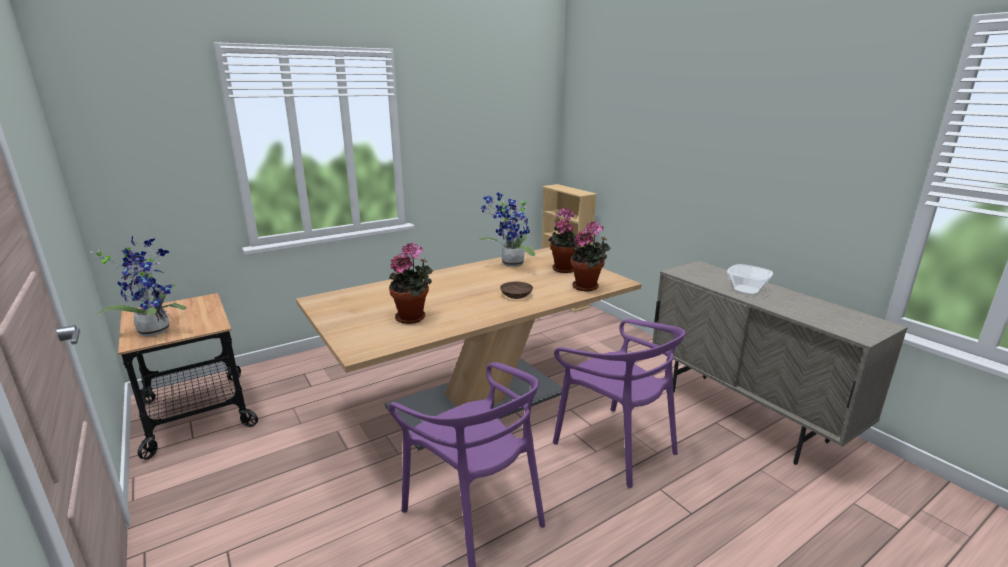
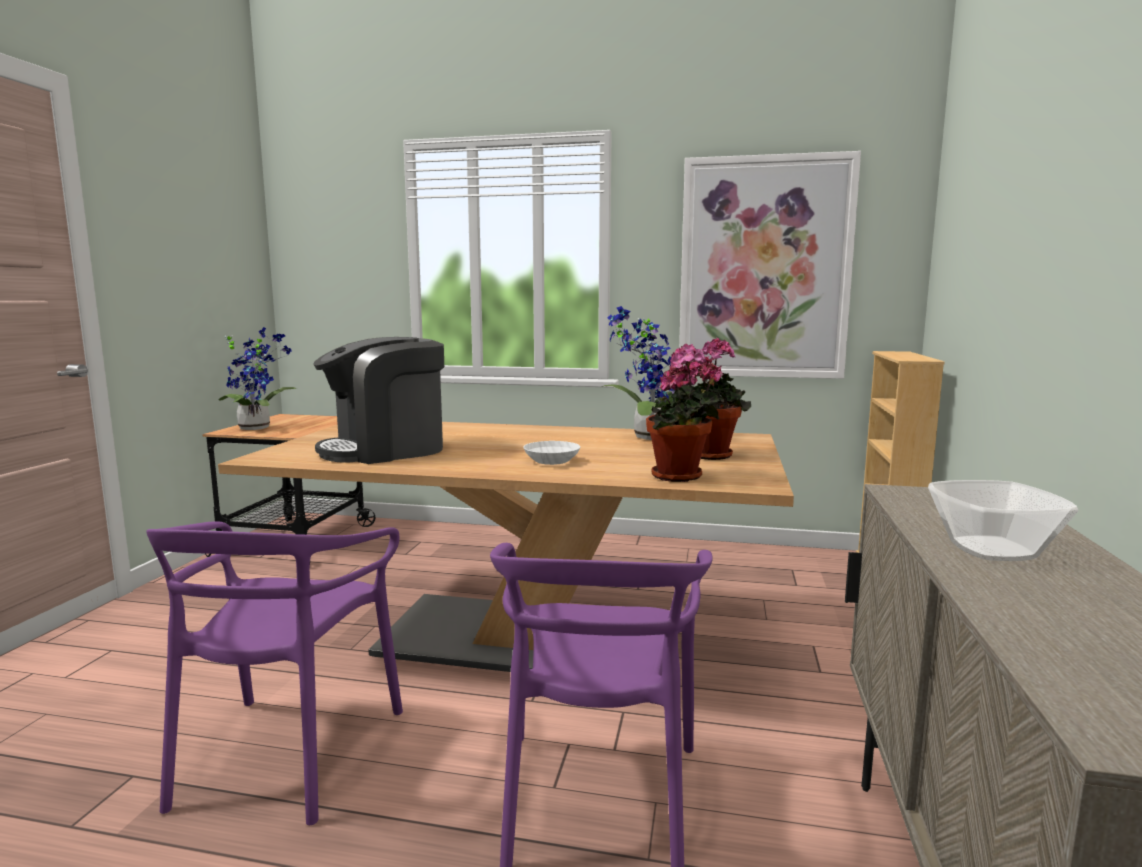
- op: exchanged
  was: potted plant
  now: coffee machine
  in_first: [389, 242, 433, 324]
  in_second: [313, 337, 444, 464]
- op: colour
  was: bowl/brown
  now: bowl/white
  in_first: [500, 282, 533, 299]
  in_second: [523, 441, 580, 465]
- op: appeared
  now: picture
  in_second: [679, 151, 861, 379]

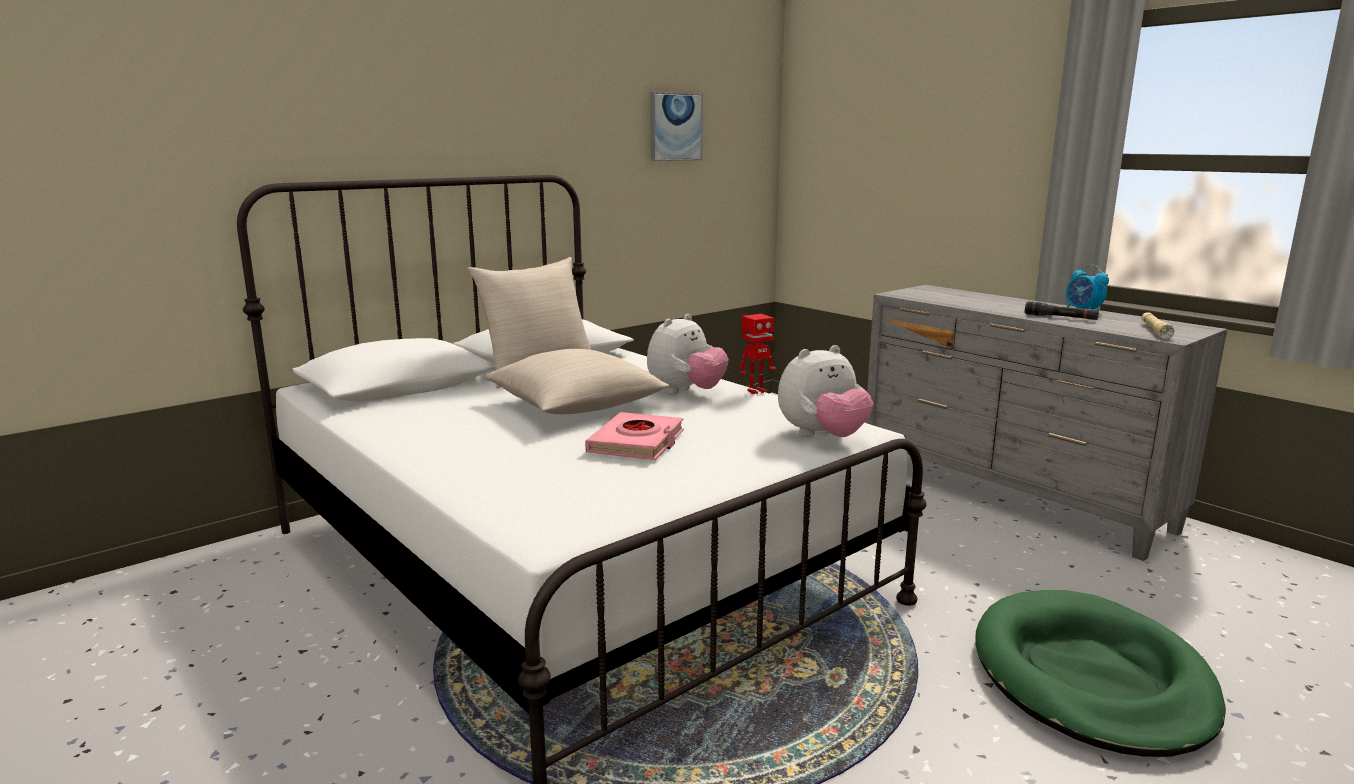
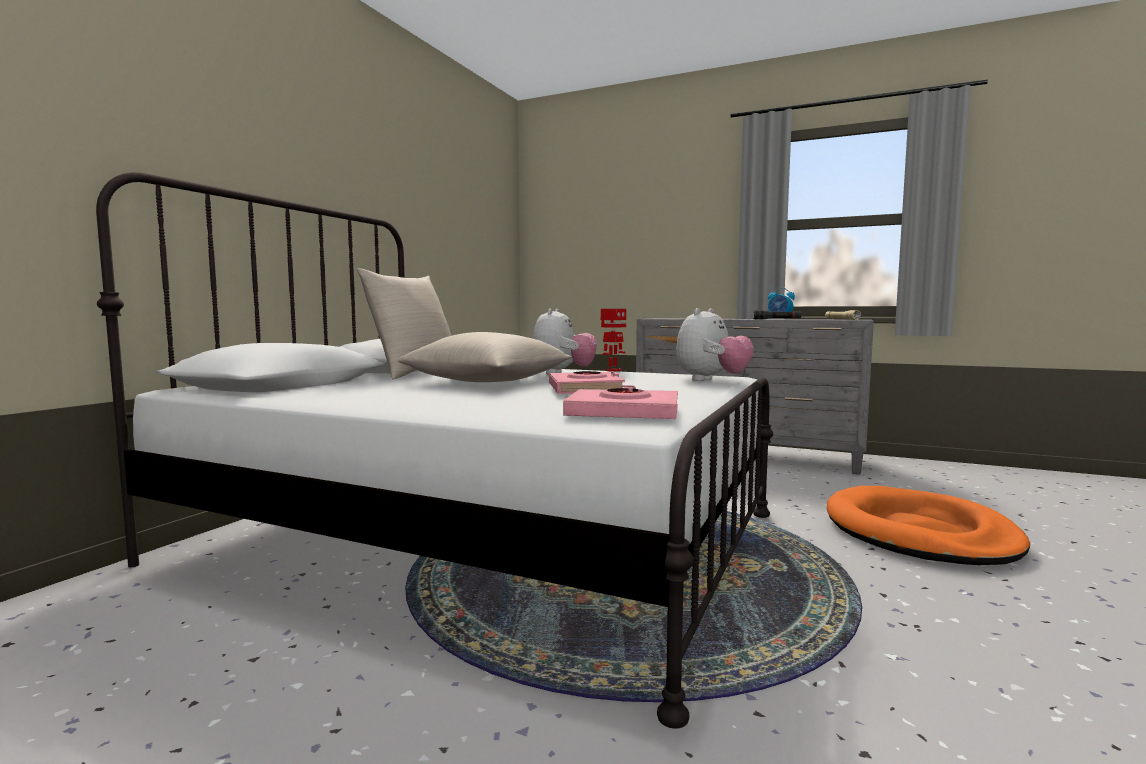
- op: missing
  was: picture
  in_first: [650, 92, 703, 161]
- op: colour
  was: dog bed/green
  now: dog bed/orange
  in_first: [975, 590, 1226, 757]
  in_second: [827, 486, 1030, 565]
- op: appeared
  now: book/pink
  in_second: [563, 385, 678, 419]

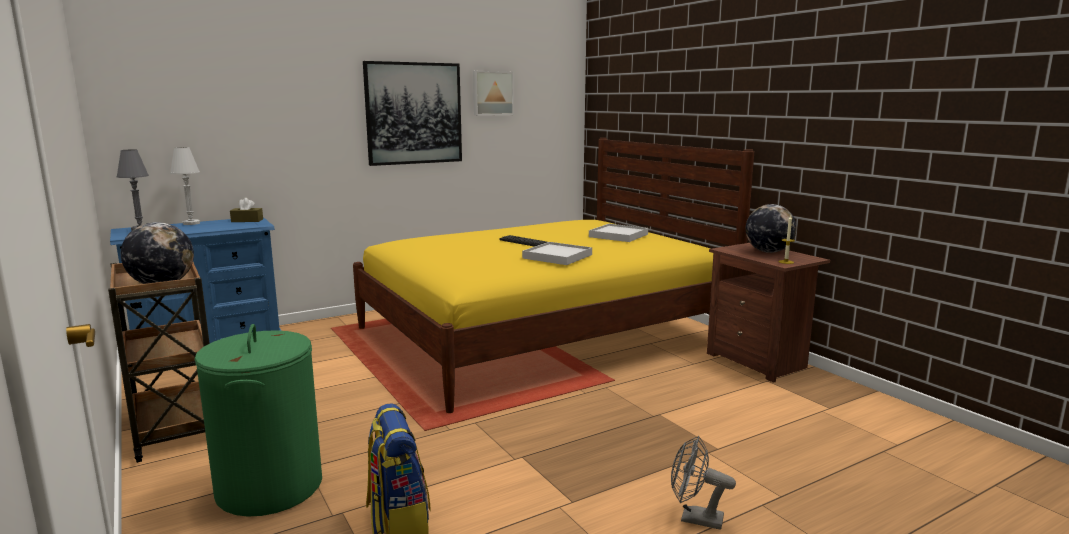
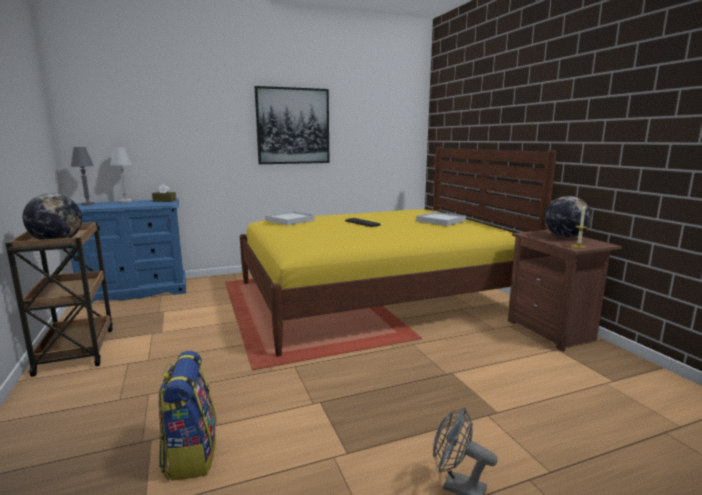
- op: missing
  was: picture
  in_first: [473, 71, 514, 116]
- op: relocated
  was: tray/white
  in_first: [522, 242, 592, 265]
  in_second: [265, 211, 315, 225]
- op: missing
  was: laundry basket/green
  in_first: [194, 324, 322, 517]

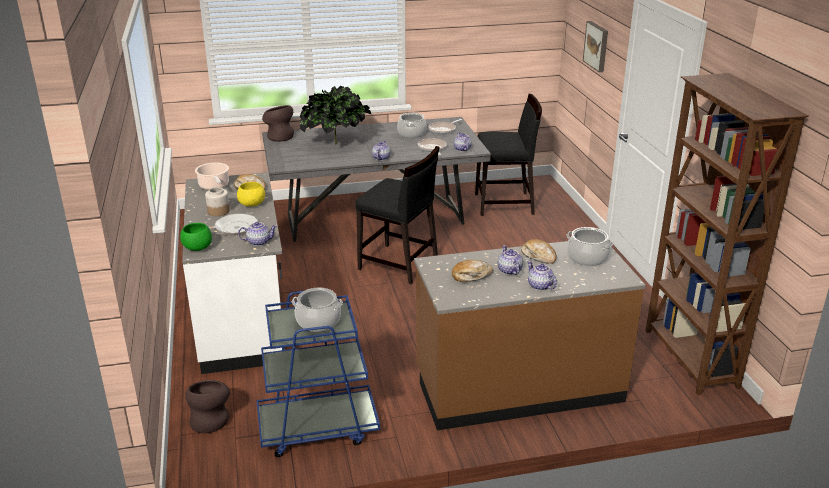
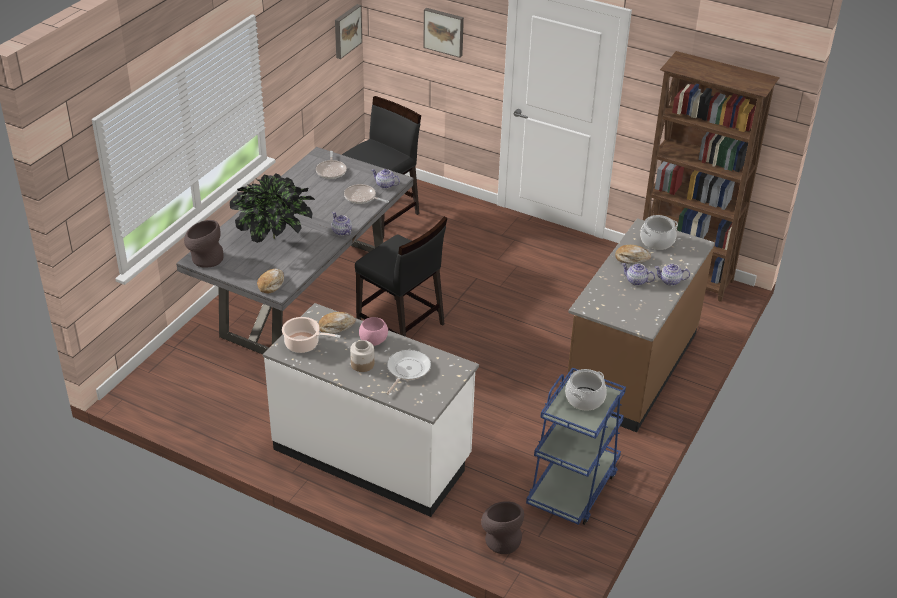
- op: missing
  was: cooking pot
  in_first: [397, 113, 427, 138]
- op: spun
  was: chair/black
  in_first: [355, 146, 440, 284]
  in_second: [355, 216, 448, 337]
  clockwise: 60
- op: colour
  was: bowl/yellow
  now: bowl/pink
  in_first: [237, 182, 265, 207]
  in_second: [359, 317, 388, 346]
- op: missing
  was: teapot
  in_first: [238, 222, 277, 246]
- op: missing
  was: bowl/green
  in_first: [180, 223, 212, 251]
- op: relocated
  was: bread
  in_first: [452, 260, 493, 282]
  in_second: [257, 269, 284, 294]
- op: appeared
  now: picture
  in_second: [335, 4, 362, 59]

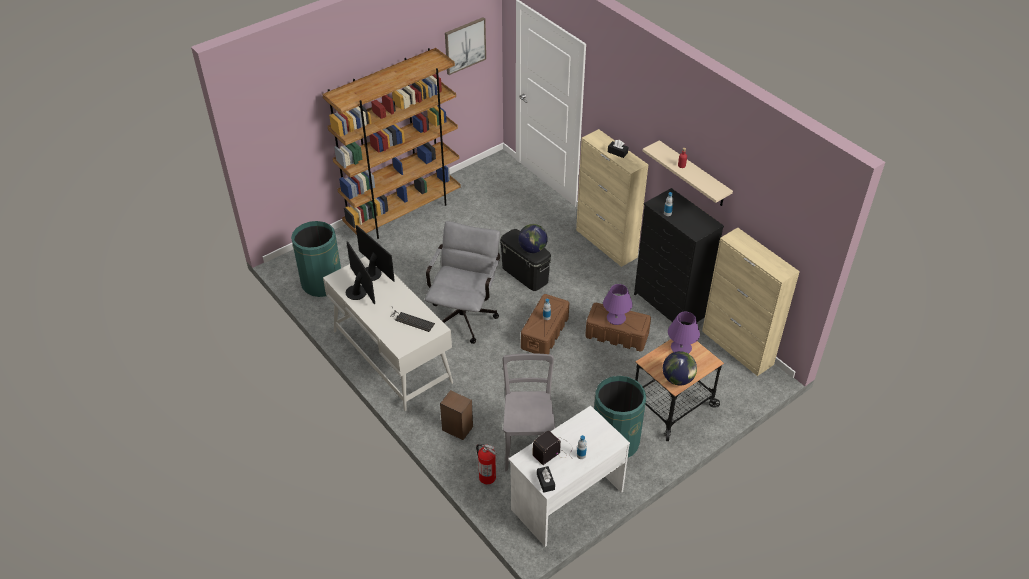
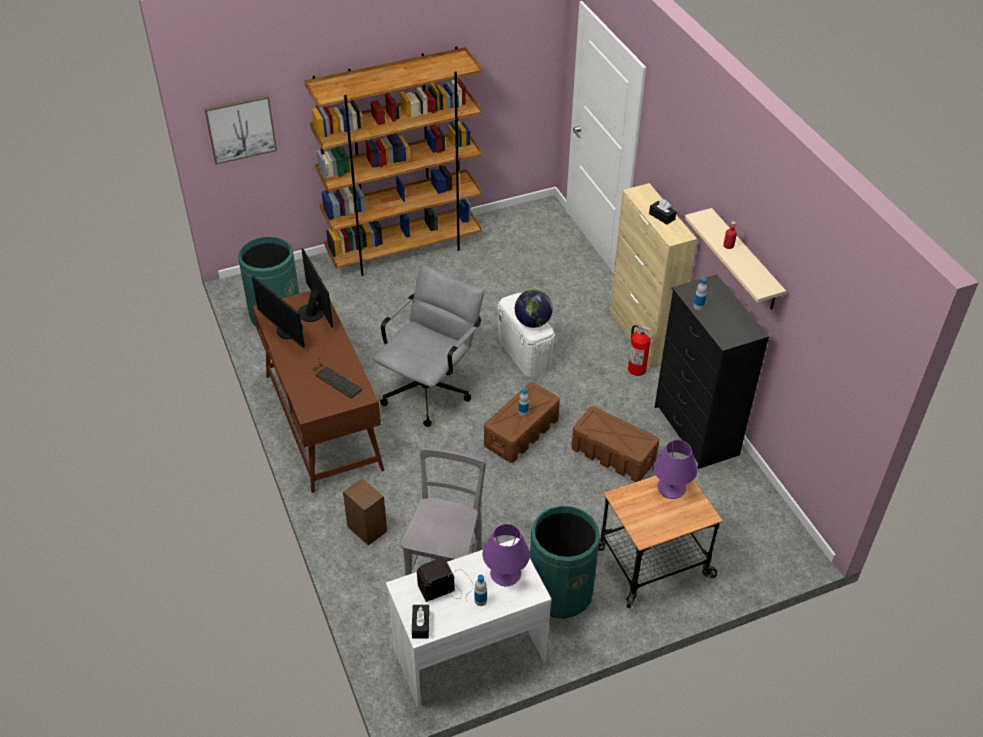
- op: relocated
  was: picture
  in_first: [445, 17, 486, 75]
  in_second: [204, 95, 277, 165]
- op: missing
  was: cabinet/beige
  in_first: [702, 228, 800, 376]
- op: colour
  was: storage box/black
  now: storage box/white
  in_first: [500, 229, 551, 291]
  in_second: [497, 293, 555, 377]
- op: spun
  was: monitor
  in_first: [346, 241, 375, 305]
  in_second: [252, 275, 305, 348]
  clockwise: 150
- op: colour
  was: desk/white
  now: desk/brown
  in_first: [323, 257, 453, 411]
  in_second: [252, 291, 384, 493]
- op: relocated
  was: table lamp/purple
  in_first: [603, 284, 633, 325]
  in_second: [483, 524, 530, 586]
- op: missing
  was: globe
  in_first: [663, 351, 697, 385]
- op: relocated
  was: fire extinguisher
  in_first: [476, 444, 496, 484]
  in_second: [628, 325, 652, 376]

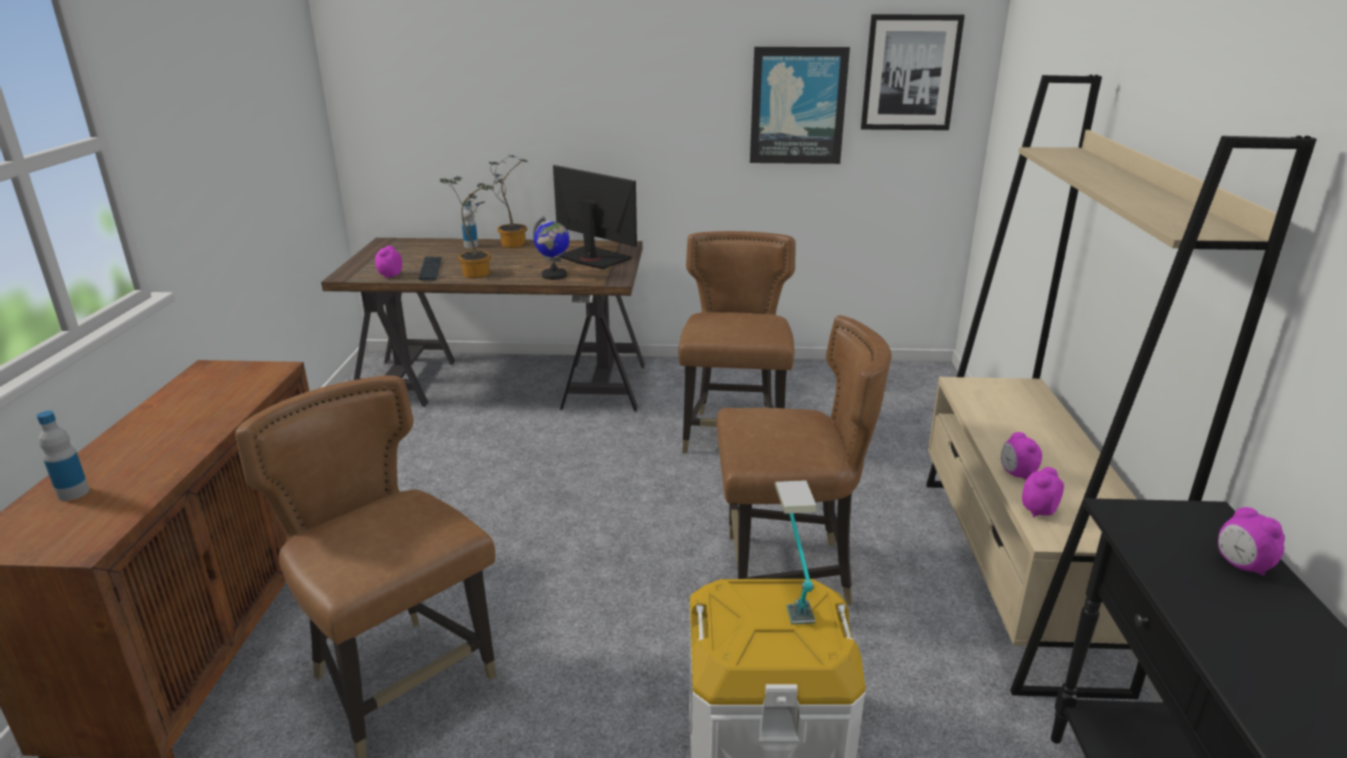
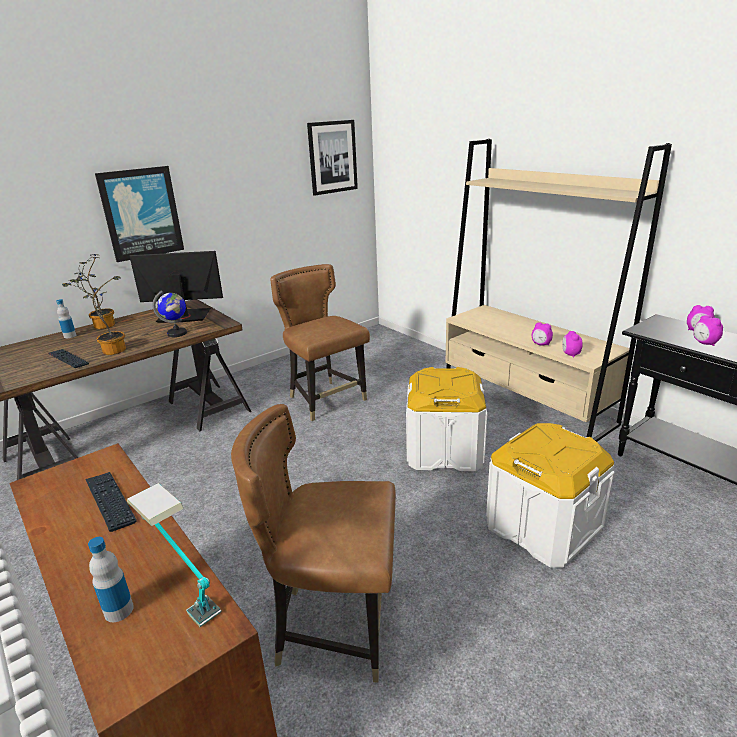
- op: relocated
  was: picture
  in_first: [750, 47, 850, 164]
  in_second: [95, 166, 184, 262]
- op: relocated
  was: alarm clock
  in_first: [375, 246, 402, 279]
  in_second: [693, 315, 723, 346]
- op: exchanged
  was: chair/brown
  now: storage box/white
  in_first: [717, 315, 892, 606]
  in_second: [406, 367, 487, 471]
- op: relocated
  was: table lamp
  in_first: [774, 480, 817, 624]
  in_second: [127, 483, 222, 627]
- op: appeared
  now: keyboard
  in_second: [85, 472, 137, 532]

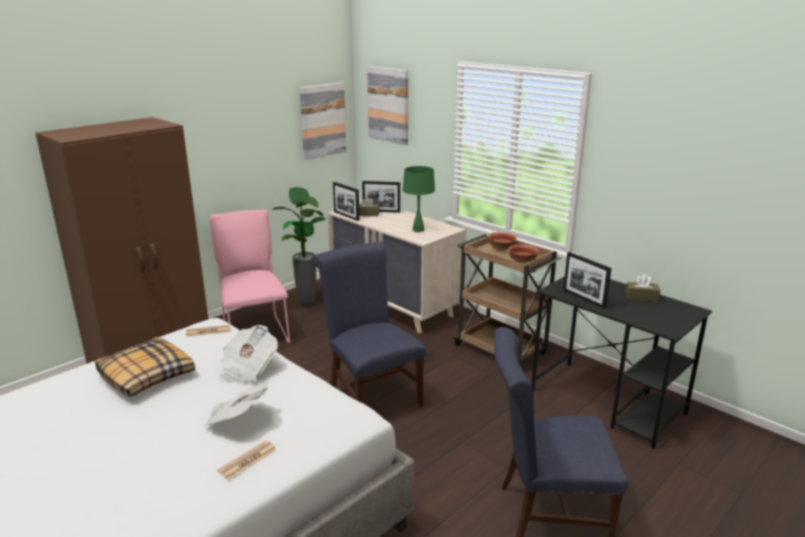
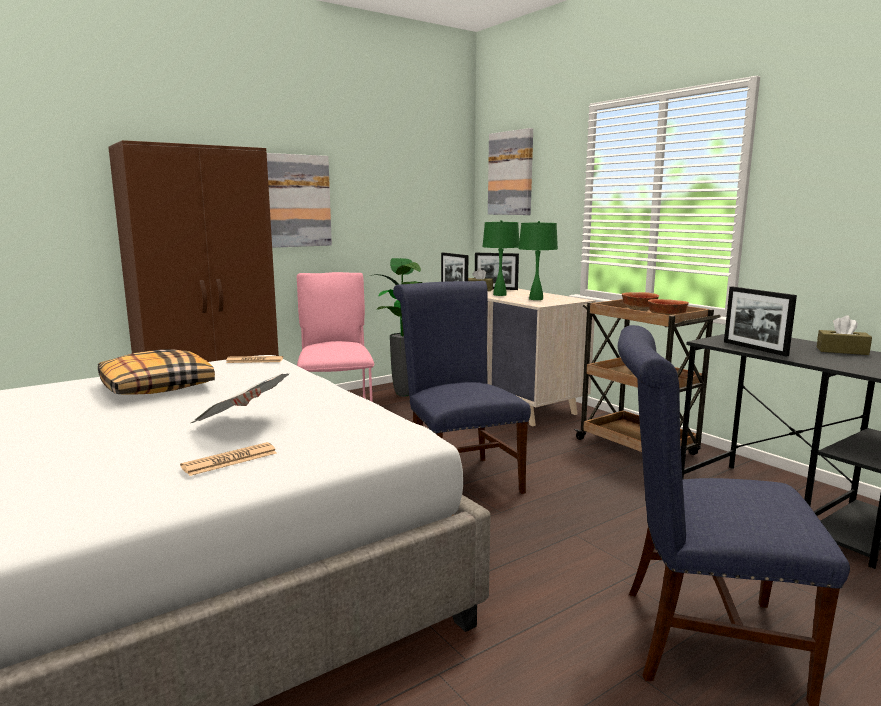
- op: relocated
  was: picture
  in_first: [300, 82, 346, 160]
  in_second: [267, 153, 332, 248]
- op: missing
  was: newspaper
  in_first: [219, 325, 278, 383]
- op: appeared
  now: table lamp/green
  in_second: [482, 220, 519, 296]

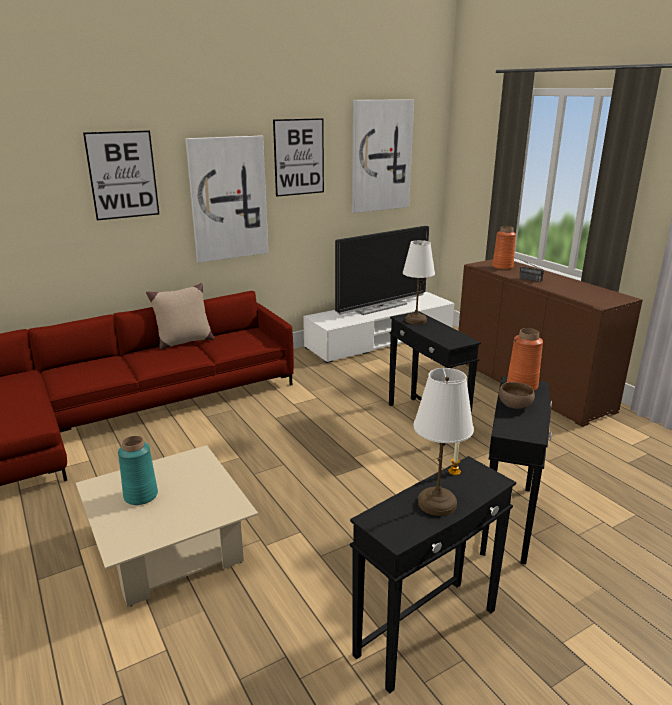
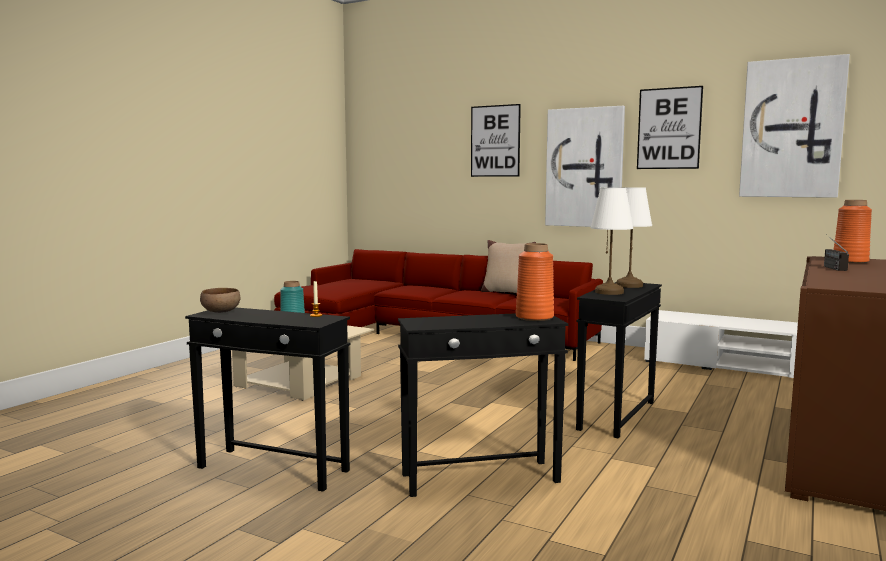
- op: missing
  was: television
  in_first: [335, 226, 429, 315]
- op: relocated
  was: table lamp/white
  in_first: [413, 368, 474, 516]
  in_second: [591, 188, 633, 295]
- op: relocated
  was: bowl/brown
  in_first: [499, 382, 535, 409]
  in_second: [200, 288, 241, 313]

